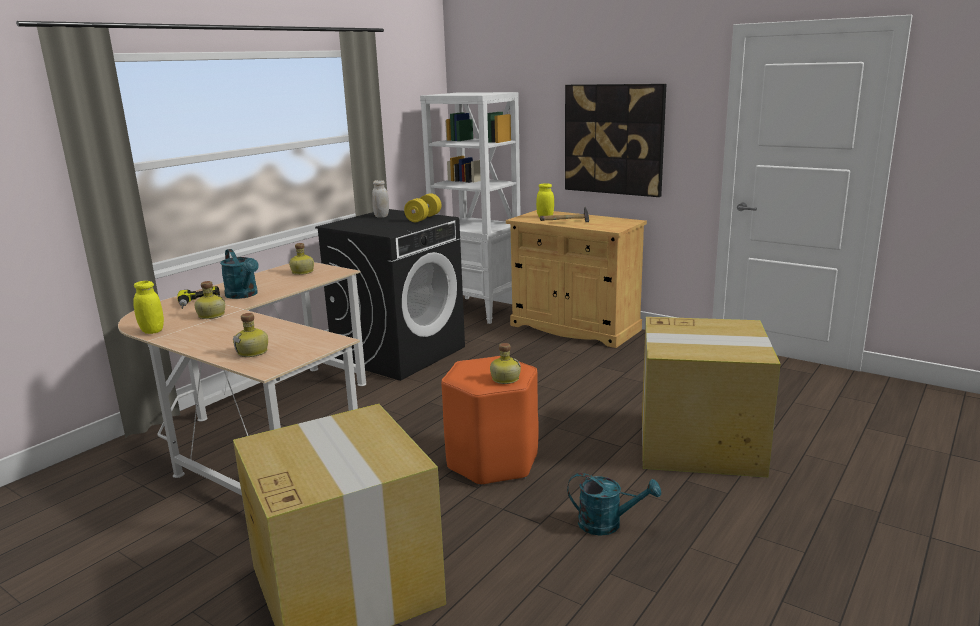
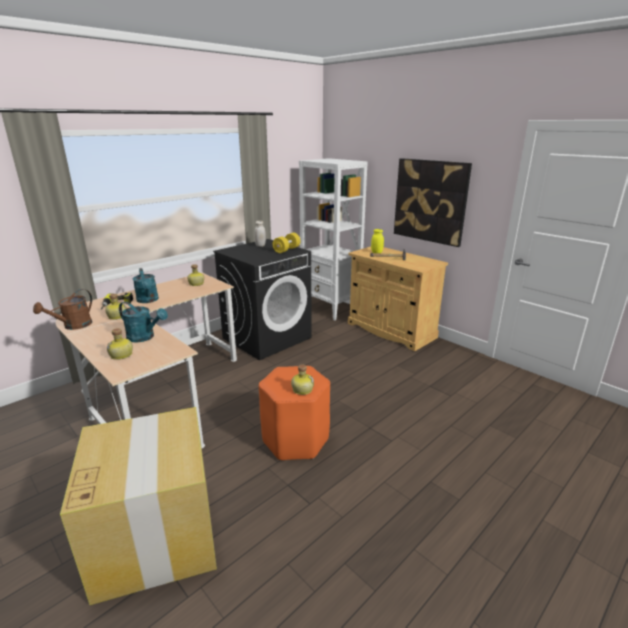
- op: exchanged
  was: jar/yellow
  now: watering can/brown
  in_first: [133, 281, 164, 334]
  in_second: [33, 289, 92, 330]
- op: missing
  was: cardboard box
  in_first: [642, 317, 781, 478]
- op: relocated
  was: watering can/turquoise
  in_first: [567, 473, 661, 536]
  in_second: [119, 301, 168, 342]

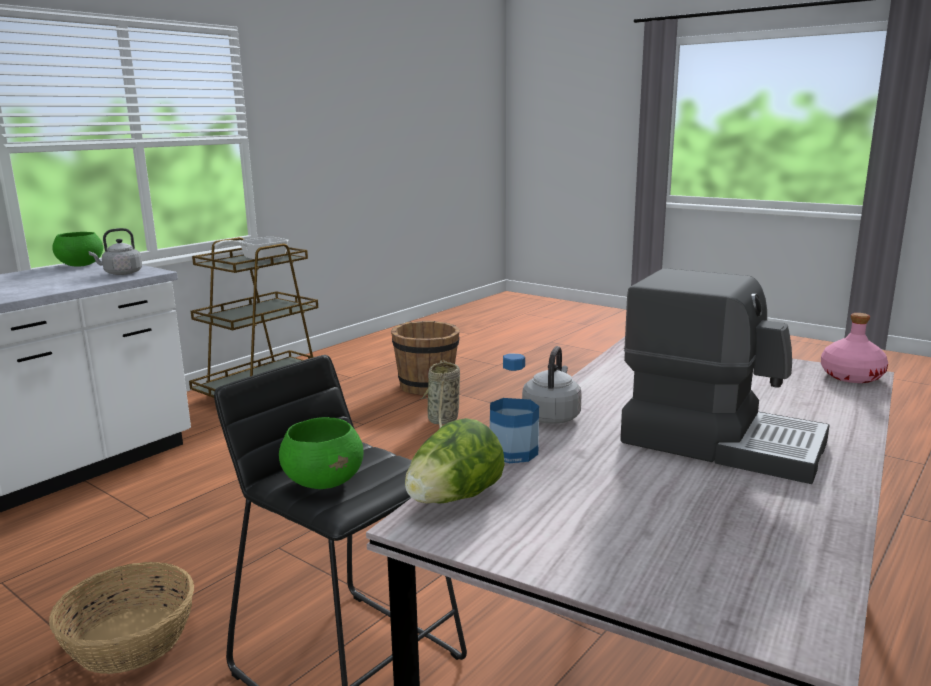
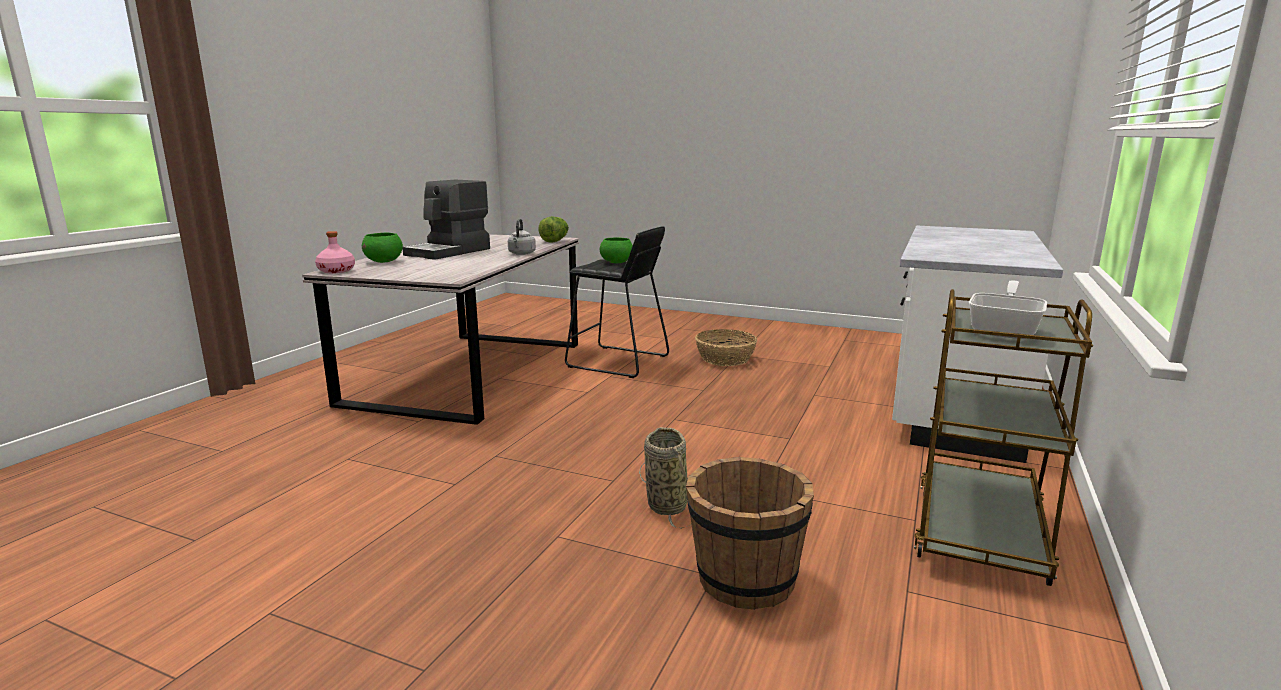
- op: missing
  was: kettle/grey
  in_first: [89, 228, 142, 275]
- op: relocated
  was: bowl/green
  in_first: [52, 232, 103, 267]
  in_second: [362, 232, 403, 263]
- op: spun
  was: coffee machine
  in_first: [620, 268, 830, 484]
  in_second: [403, 180, 490, 260]
  clockwise: -75
- op: missing
  was: bottle
  in_first: [490, 353, 539, 463]

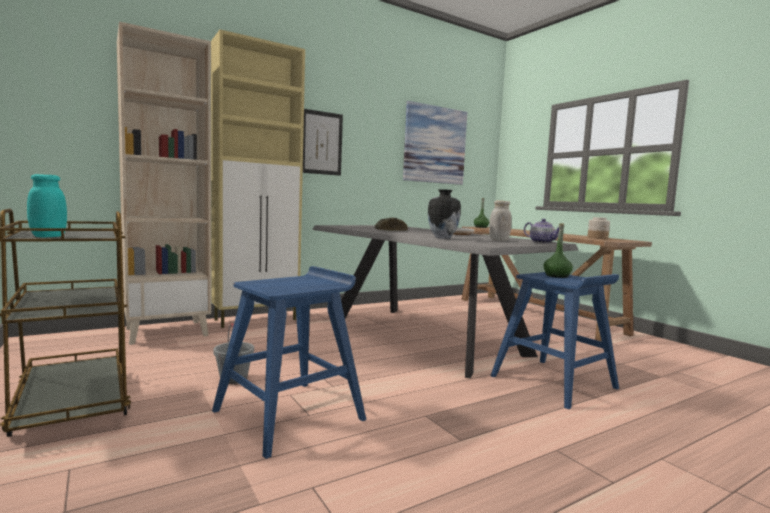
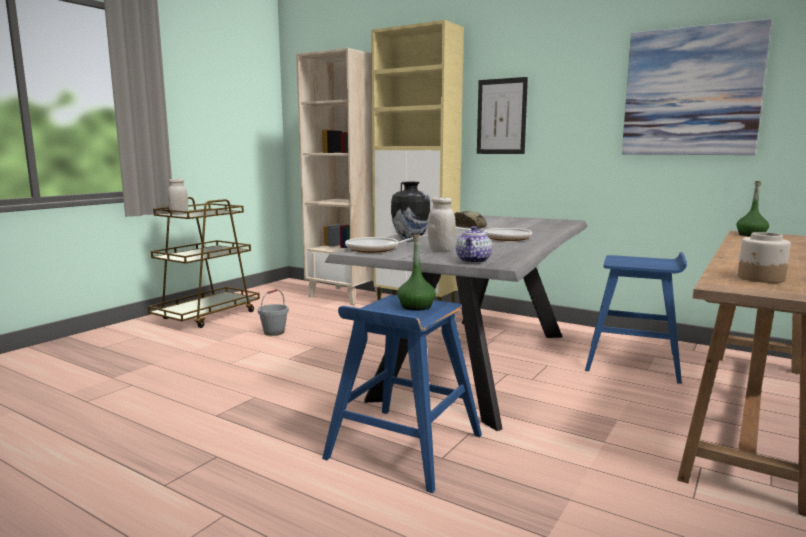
- op: colour
  was: jar/turquoise
  now: jar/white
  in_first: [27, 174, 67, 237]
  in_second: [168, 179, 188, 215]
- op: relocated
  was: stool/blue
  in_first: [212, 266, 366, 459]
  in_second: [585, 252, 687, 384]
- op: appeared
  now: frying pan
  in_second: [345, 235, 428, 253]

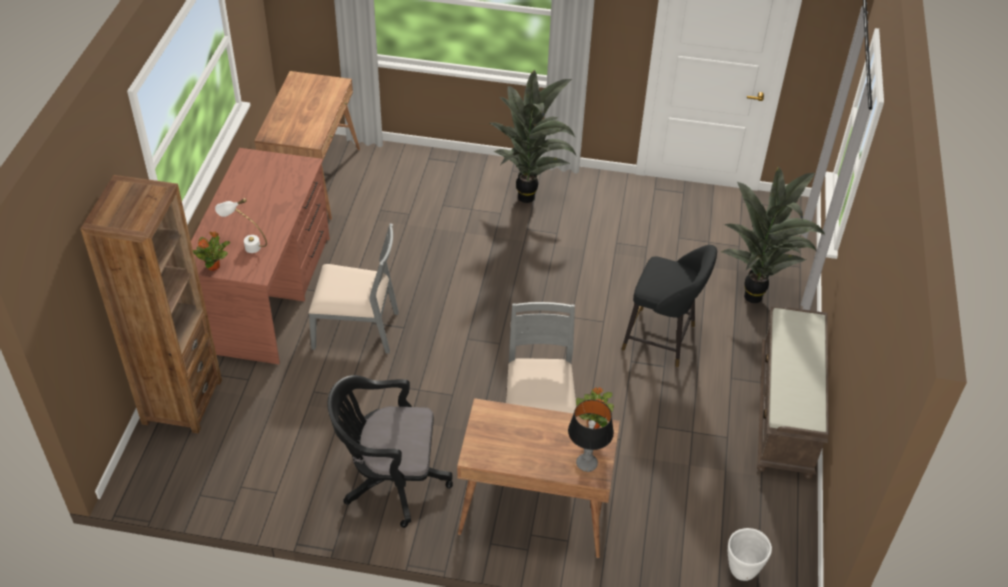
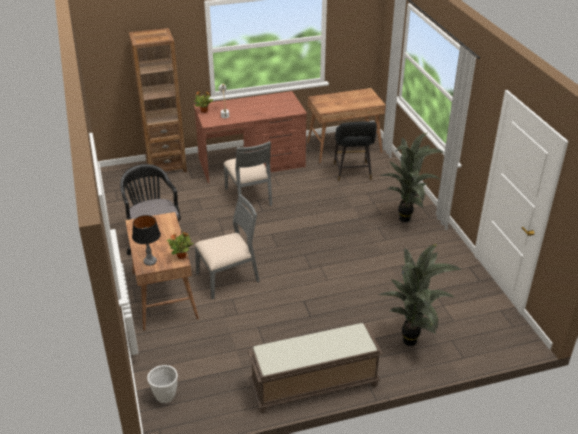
- op: relocated
  was: stool/black
  in_first: [622, 245, 717, 367]
  in_second: [334, 121, 377, 181]

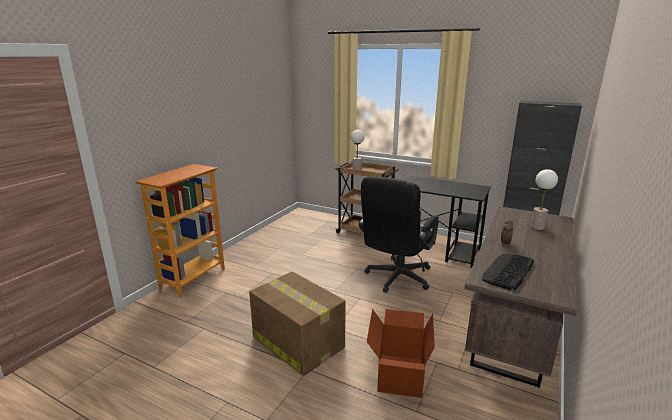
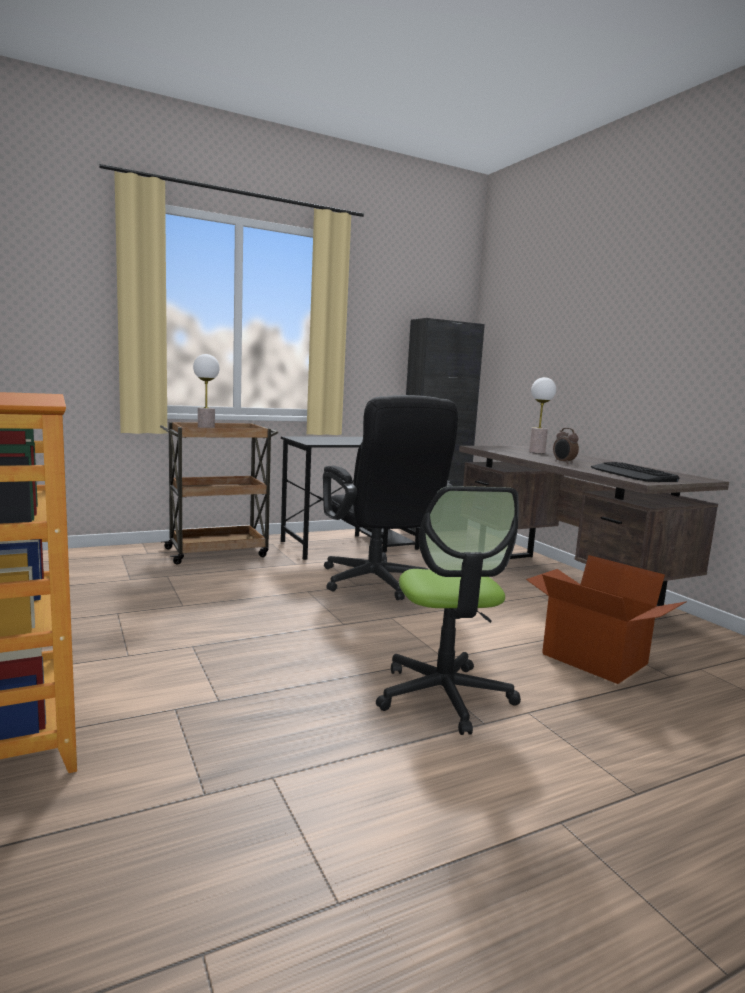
- op: exchanged
  was: cardboard box
  now: office chair
  in_first: [249, 272, 346, 376]
  in_second: [376, 486, 521, 735]

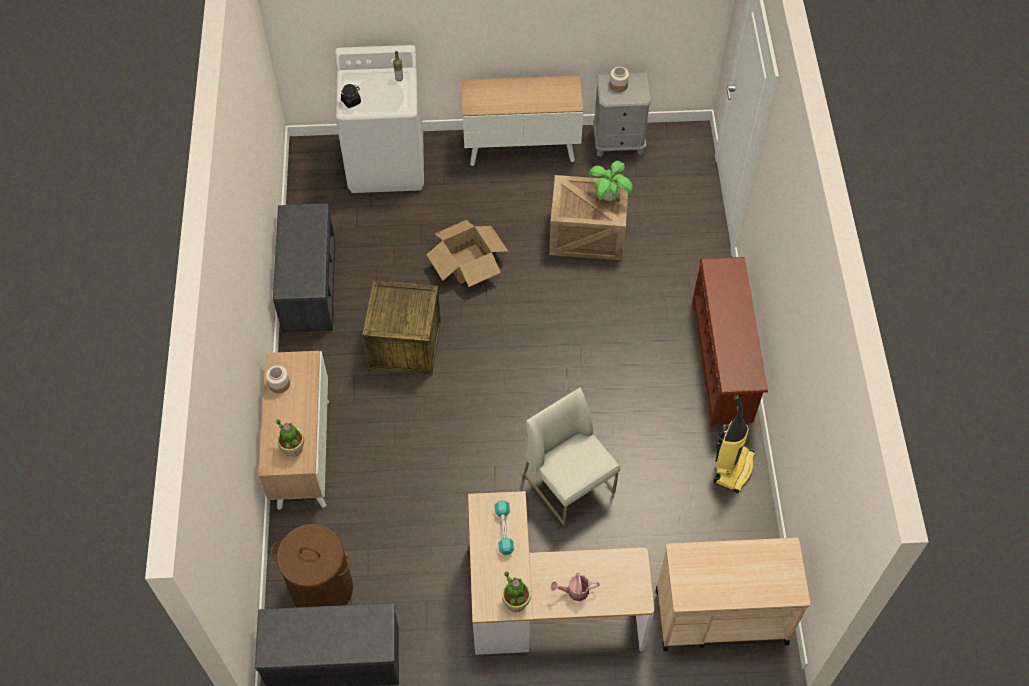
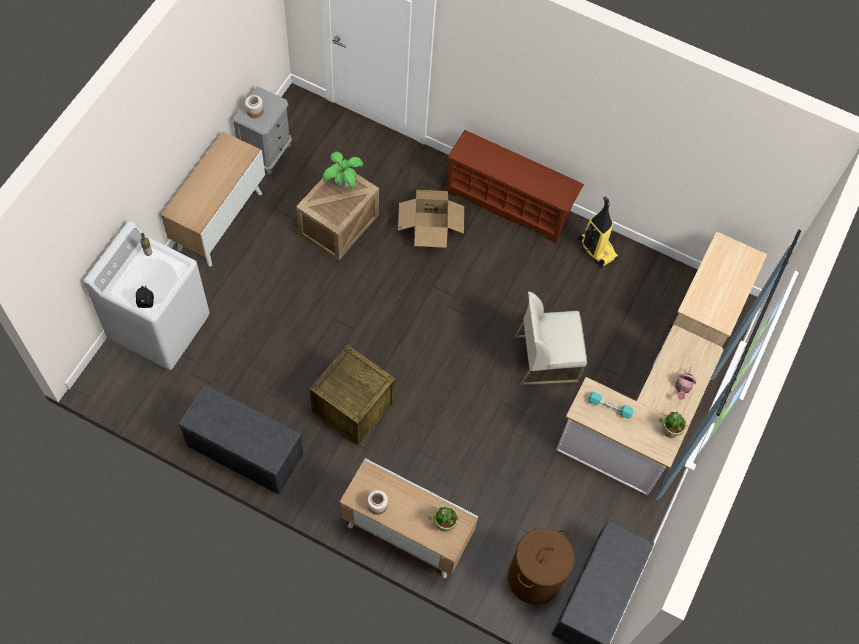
- op: relocated
  was: cardboard box
  in_first: [426, 220, 508, 287]
  in_second: [398, 190, 464, 248]

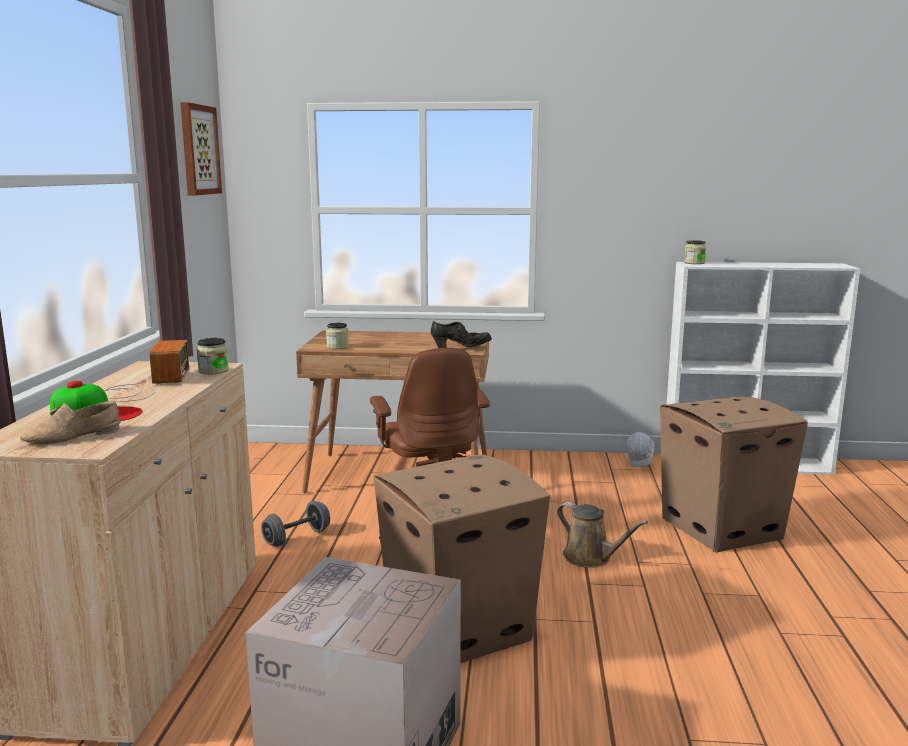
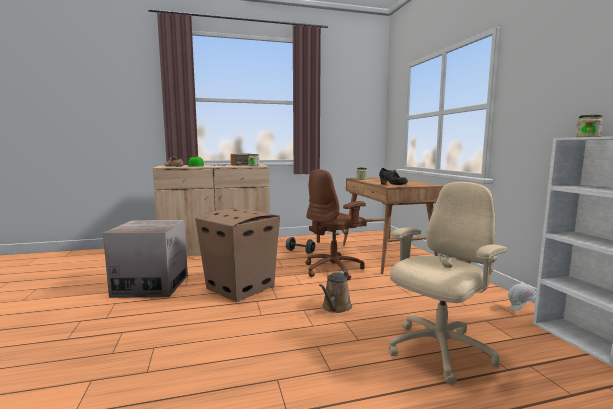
- op: missing
  was: picture
  in_first: [180, 102, 222, 195]
- op: exchanged
  was: cardboard box
  now: office chair/beige
  in_first: [660, 396, 808, 552]
  in_second: [389, 182, 507, 385]

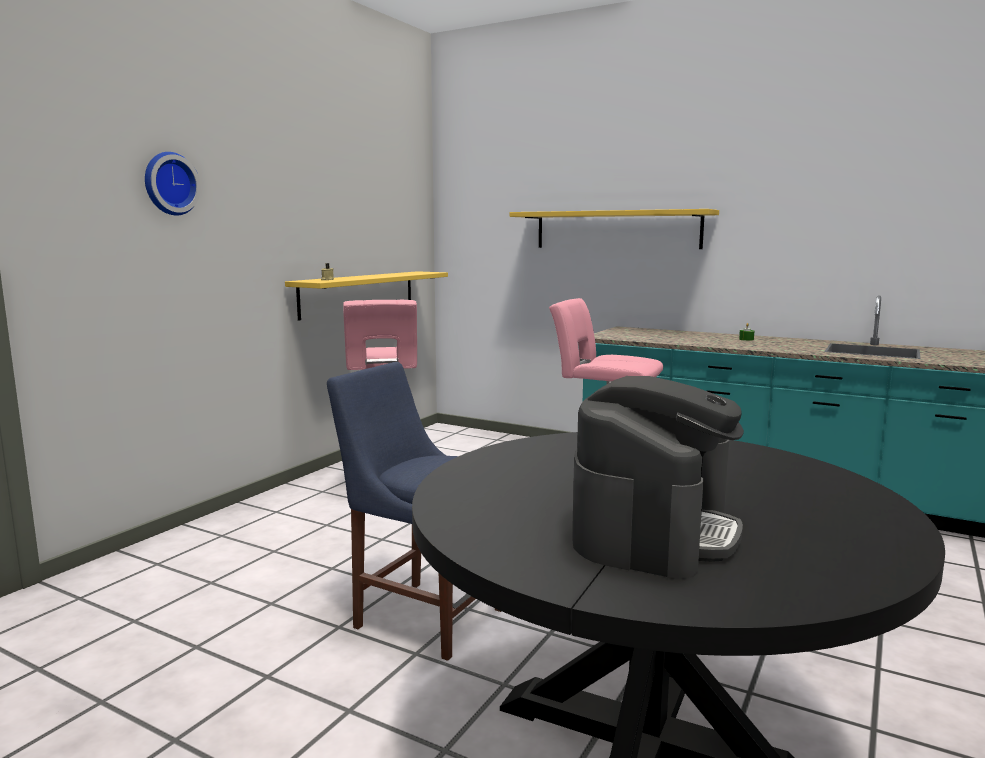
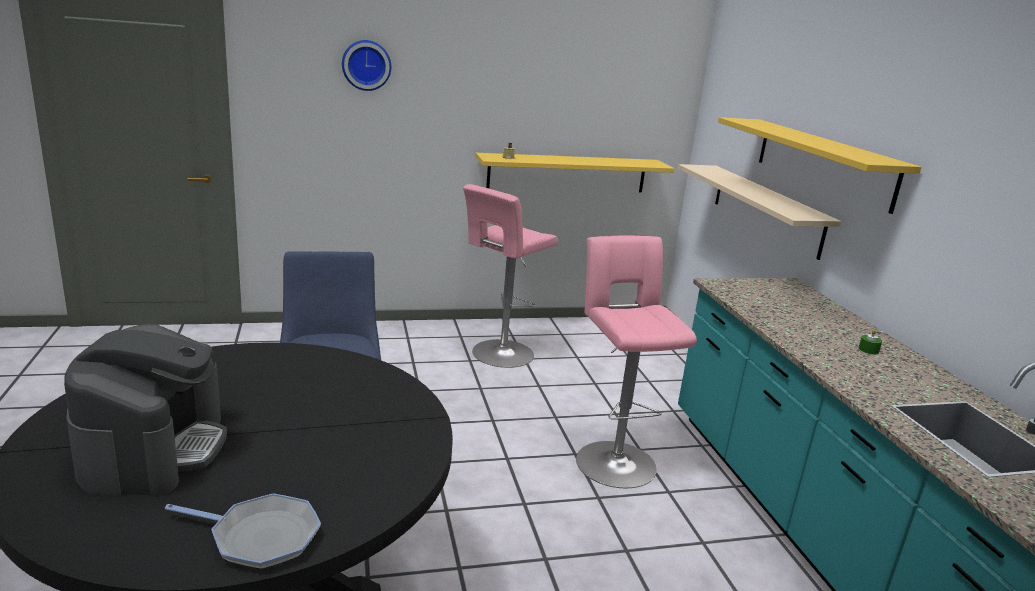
- op: spun
  was: coffee machine
  in_first: [572, 376, 744, 579]
  in_second: [64, 324, 227, 497]
  clockwise: -75
- op: appeared
  now: shelf/beige
  in_second: [678, 164, 841, 260]
- op: appeared
  now: frying pan
  in_second: [165, 493, 321, 569]

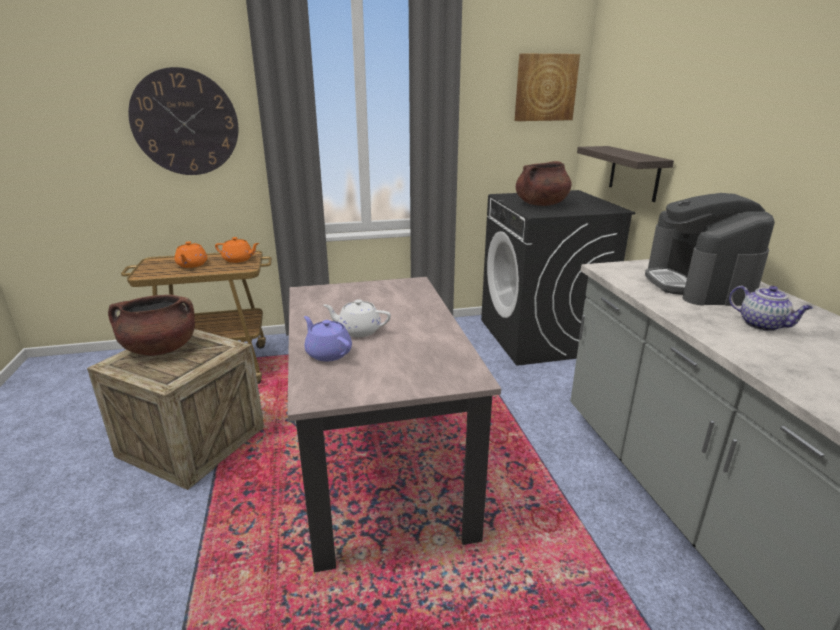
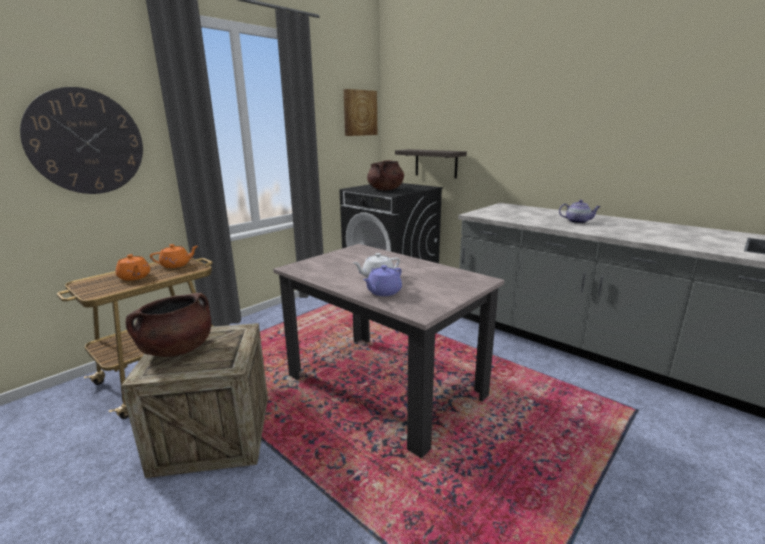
- op: missing
  was: coffee machine
  in_first: [645, 193, 775, 306]
- op: spun
  was: teapot/purple
  in_first: [304, 316, 352, 361]
  in_second: [363, 265, 402, 296]
  clockwise: -60

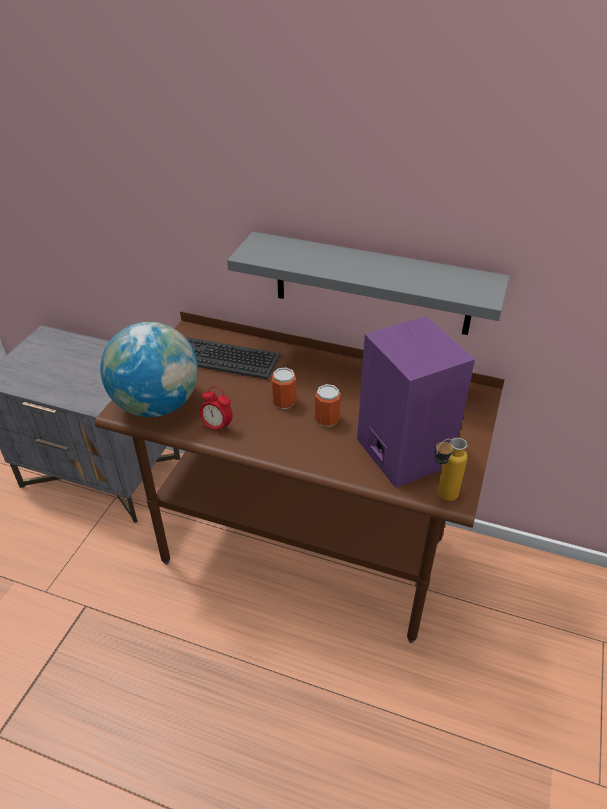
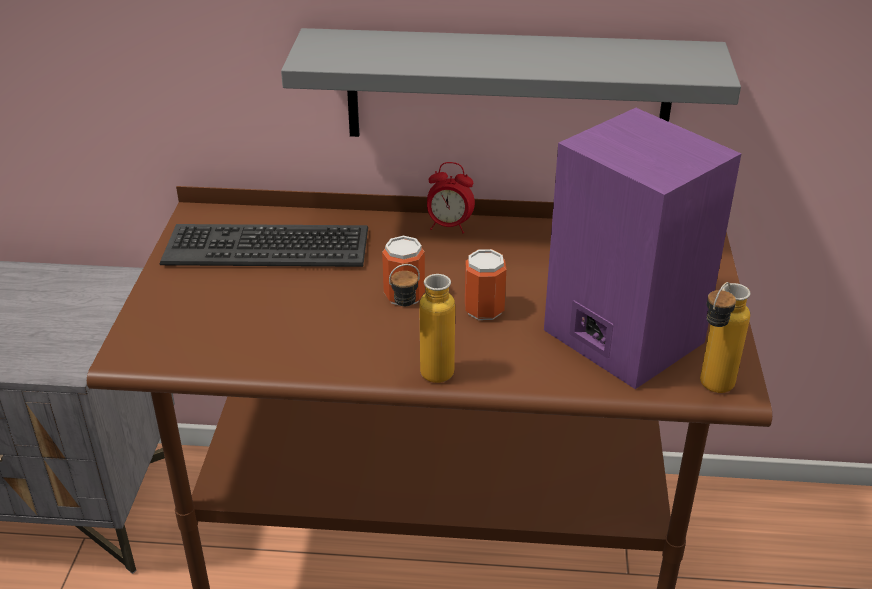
- op: missing
  was: globe
  in_first: [101, 322, 198, 417]
- op: relocated
  was: alarm clock
  in_first: [200, 387, 233, 435]
  in_second: [427, 162, 475, 233]
- op: appeared
  now: bottle
  in_second: [389, 264, 455, 383]

